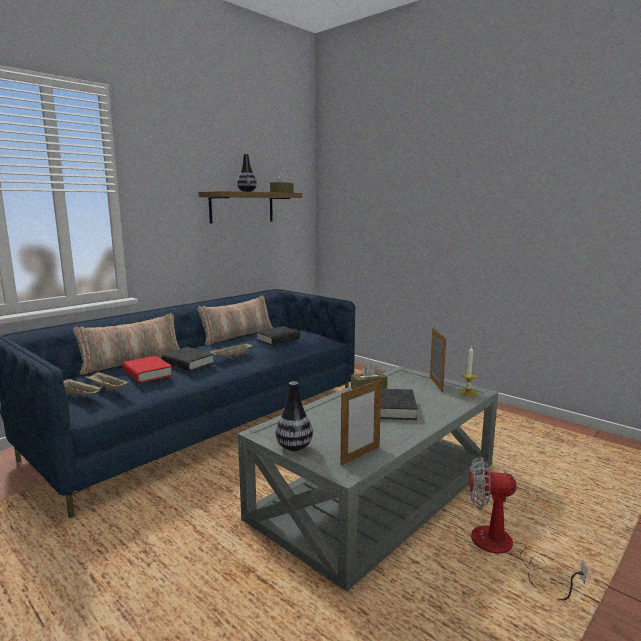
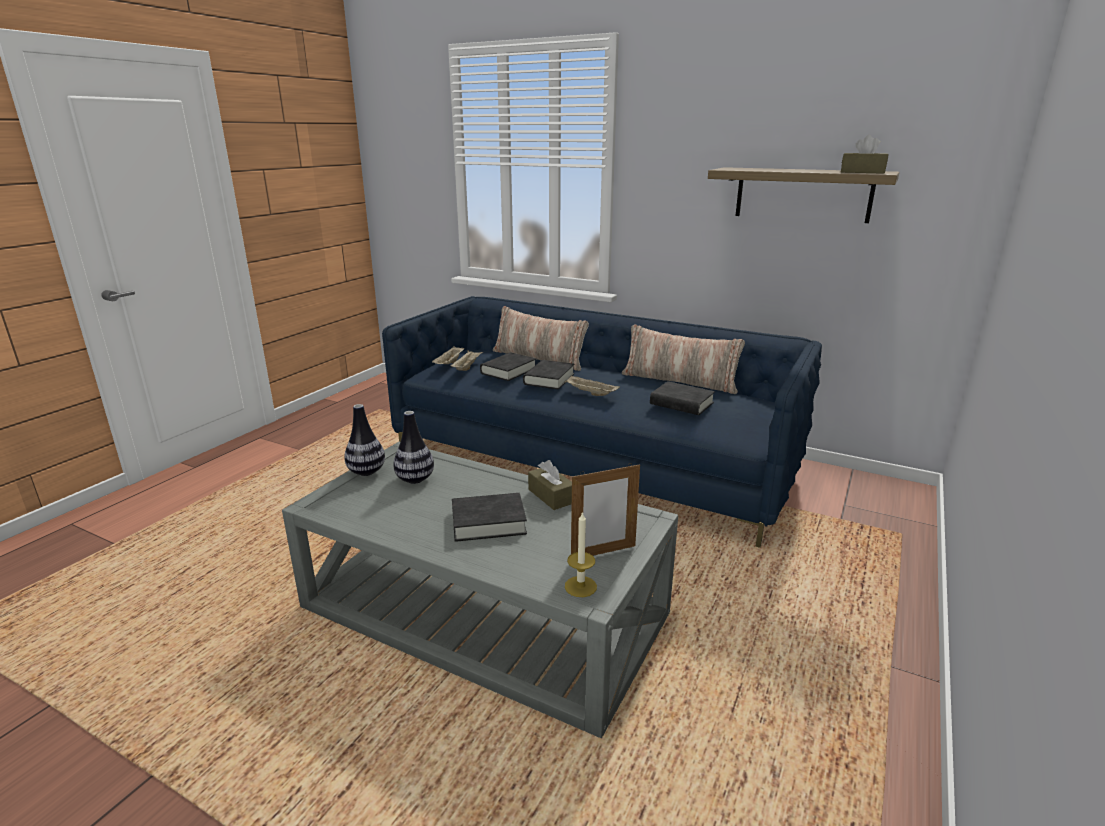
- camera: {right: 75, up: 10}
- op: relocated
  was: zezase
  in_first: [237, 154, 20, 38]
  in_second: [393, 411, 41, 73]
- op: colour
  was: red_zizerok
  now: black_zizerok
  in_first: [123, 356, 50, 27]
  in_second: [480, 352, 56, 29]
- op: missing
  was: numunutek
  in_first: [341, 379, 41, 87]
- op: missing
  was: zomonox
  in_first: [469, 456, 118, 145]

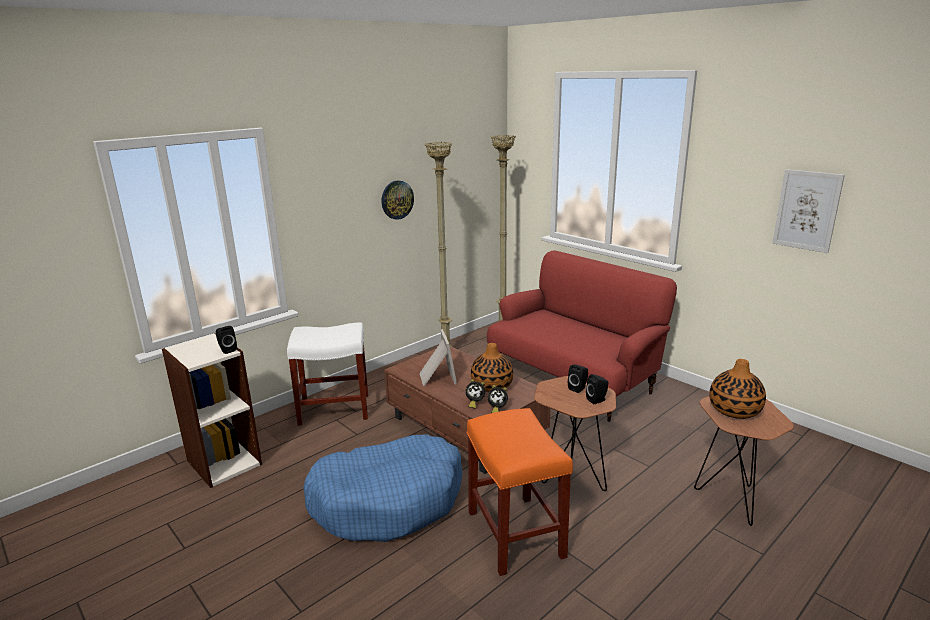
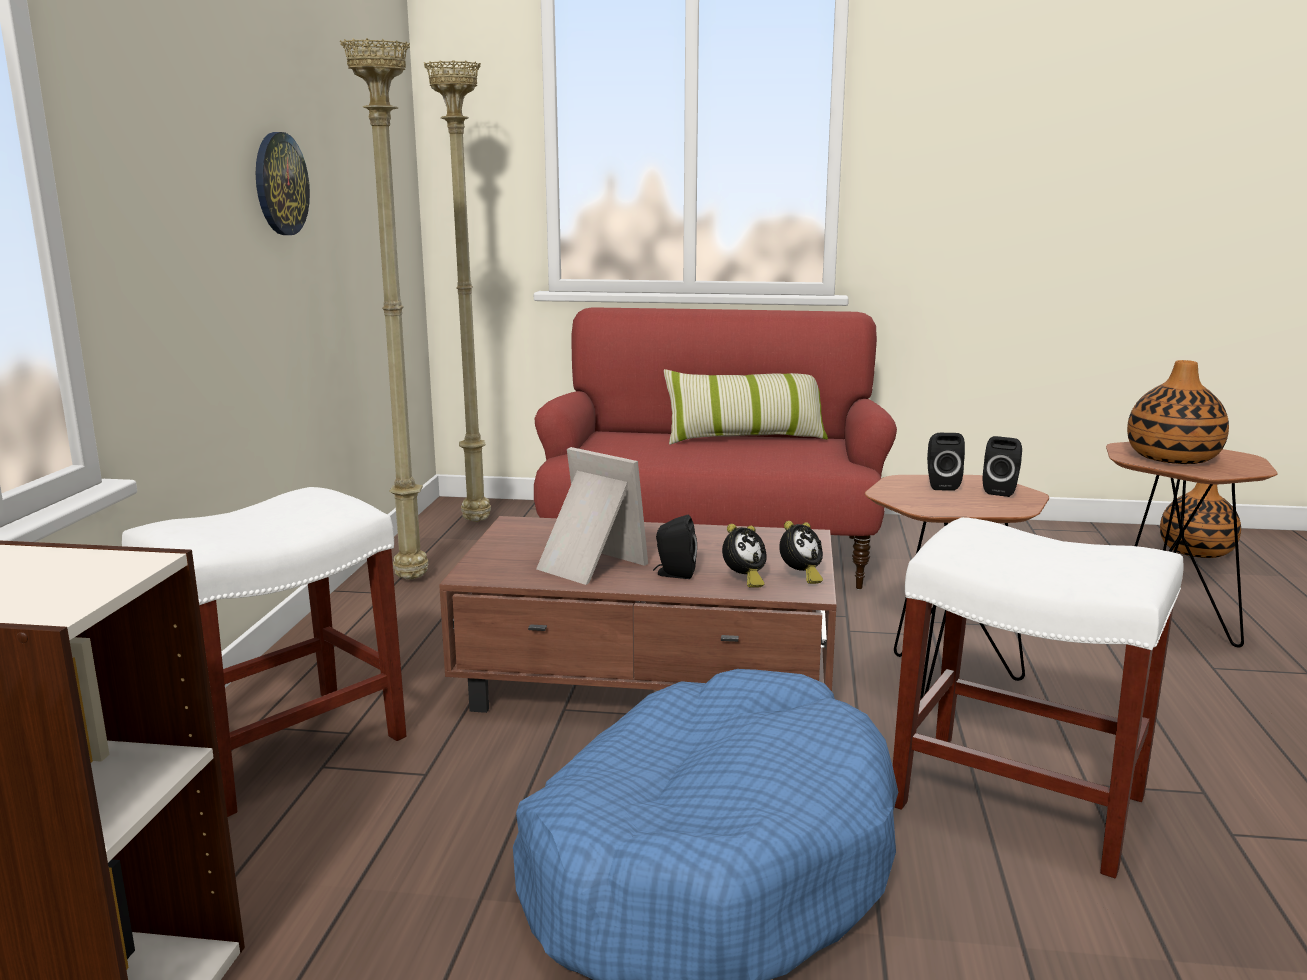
- camera: {right: -40, up: -5}
- op: missing
  was: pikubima
  in_first: [772, 169, 73, 84]
- op: relocated
  was: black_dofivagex
  in_first: [216, 326, 21, 28]
  in_second: [653, 515, 44, 64]
- op: relocated
  was: zezase
  in_first: [471, 343, 42, 49]
  in_second: [1160, 483, 81, 75]
- op: colour
  was: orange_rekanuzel
  now: white_rekanuzel
  in_first: [466, 408, 107, 168]
  in_second: [893, 517, 291, 361]
- op: appeared
  now: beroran
  in_second: [664, 369, 164, 76]

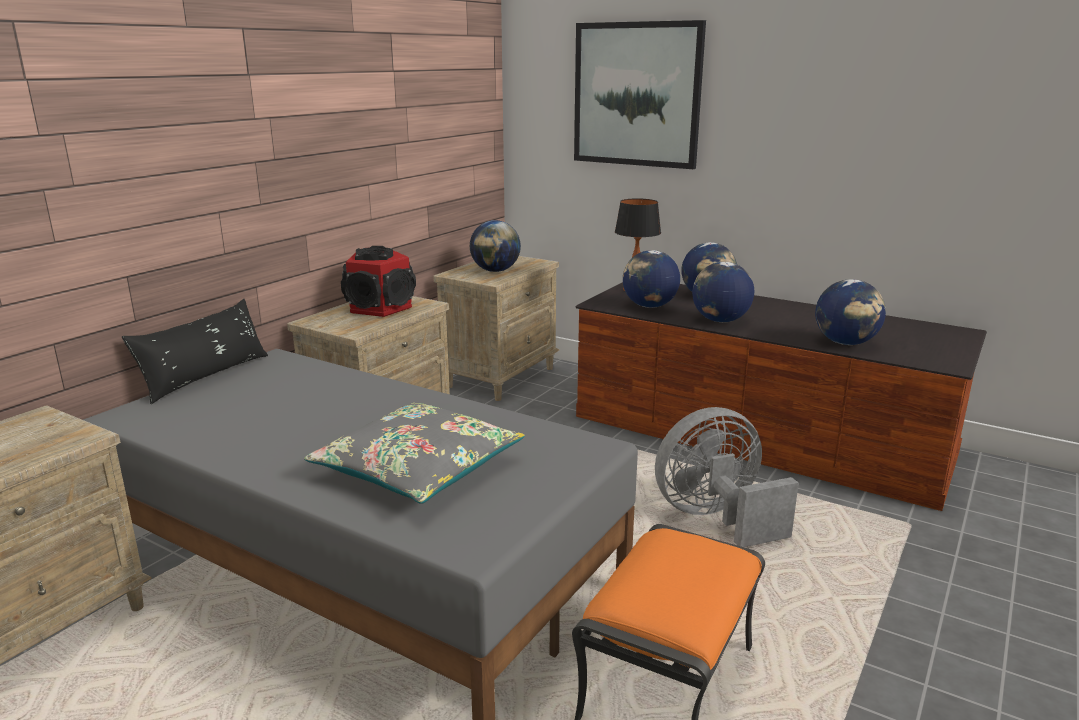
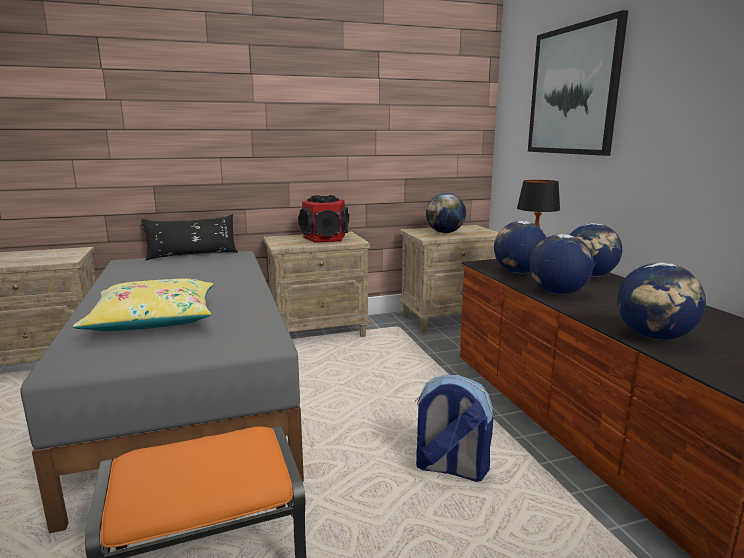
- camera: {right: 40, up: -5}
- op: colour
  was: grey_beroran
  now: yellow_beroran
  in_first: [304, 403, 221, 101]
  in_second: [72, 279, 142, 52]
- op: exchanged
  was: grey_zomonox
  now: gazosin
  in_first: [655, 407, 144, 140]
  in_second: [415, 375, 78, 107]

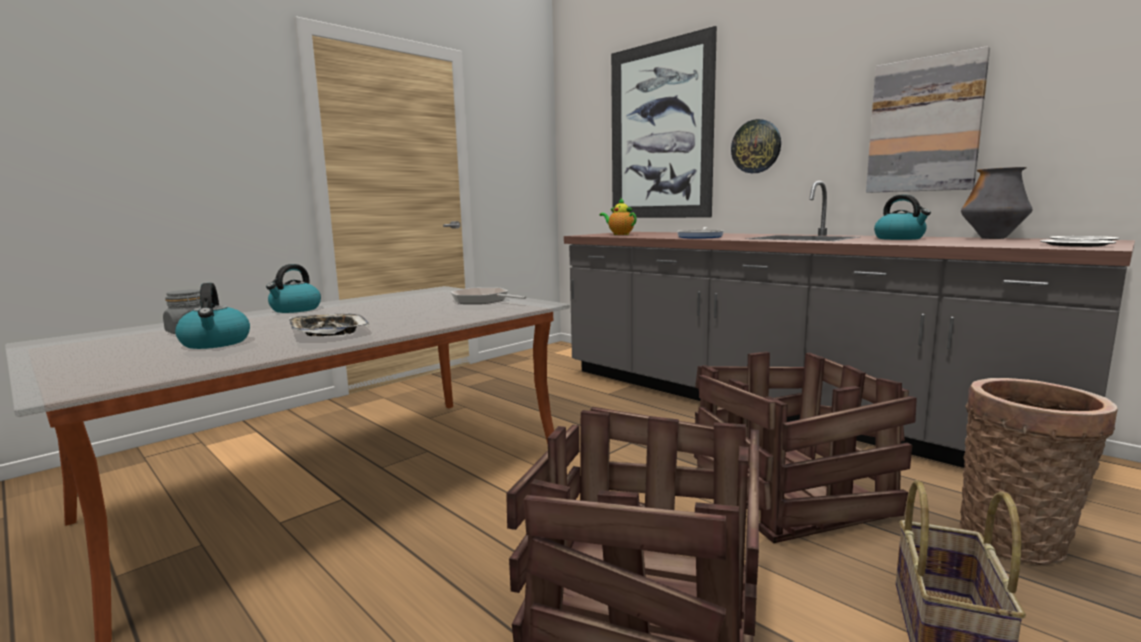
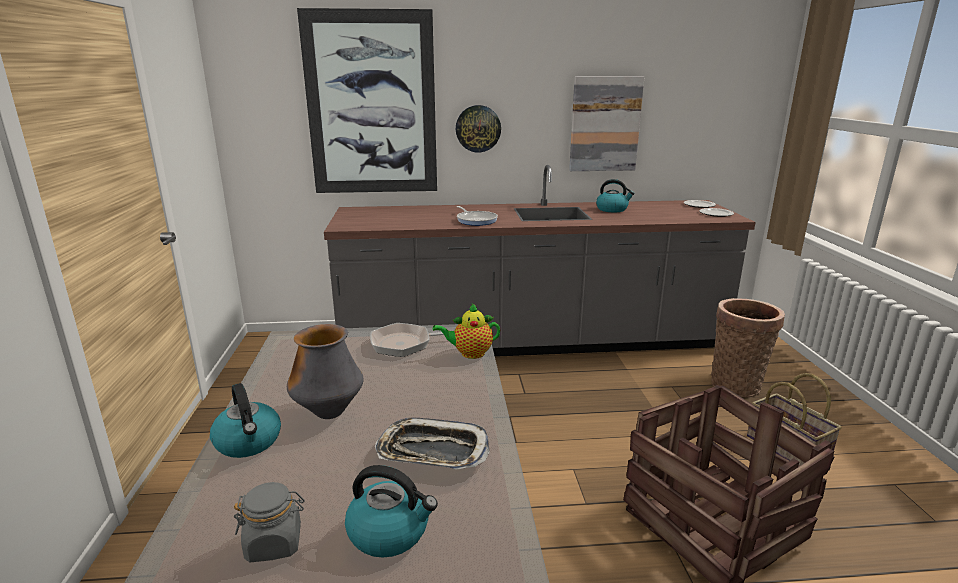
- camera: {right: -50, up: 10}
- op: relocated
  was: zezase
  in_first: [961, 167, 71, 72]
  in_second: [287, 324, 77, 95]
- op: relocated
  was: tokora
  in_first: [600, 198, 37, 37]
  in_second: [433, 303, 67, 56]
- op: missing
  was: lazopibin
  in_first: [694, 351, 223, 192]

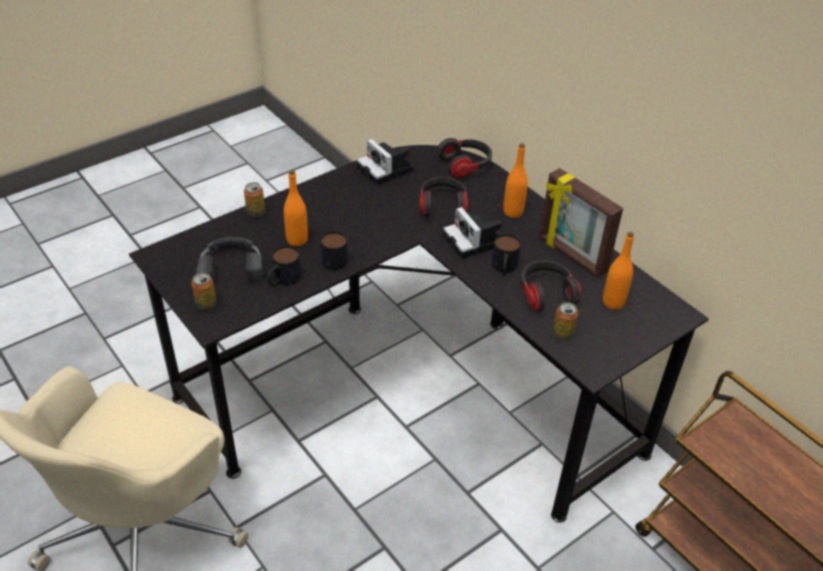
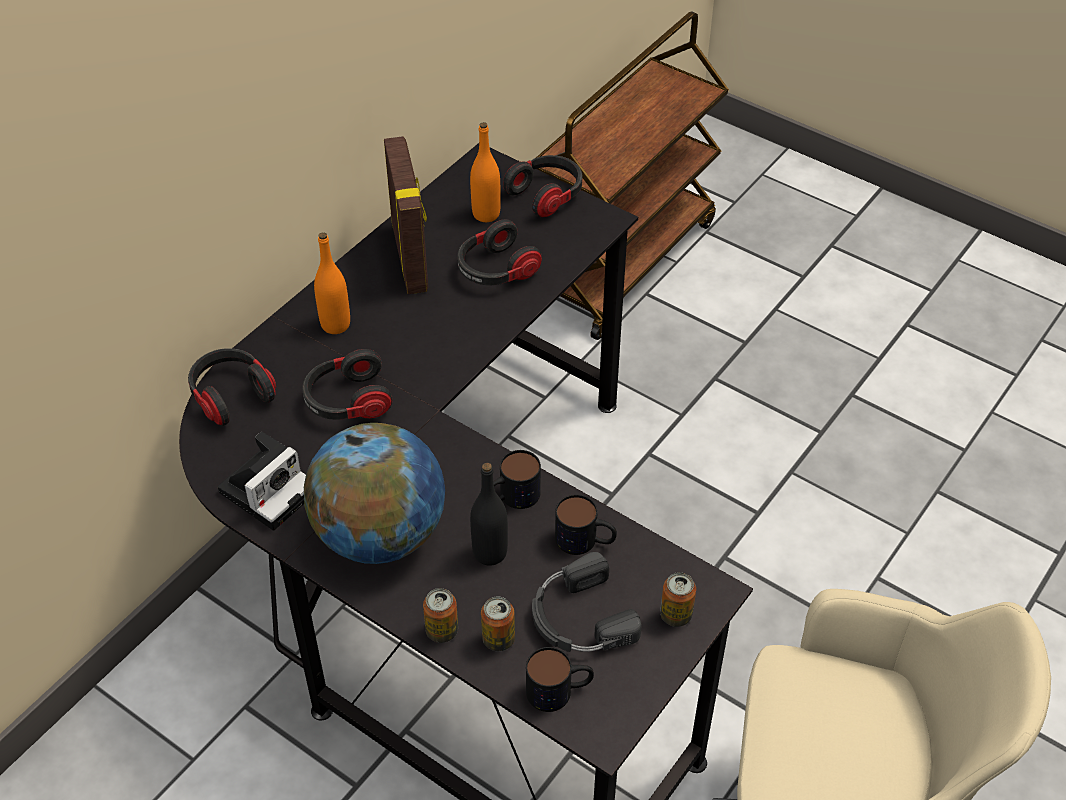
- camera: {right: -105, up: 5}
- op: spun
  was: numunutek
  in_first: [539, 168, 84, 110]
  in_second: [384, 136, 44, 158]
  clockwise: -45
- op: colour
  was: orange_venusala
  now: black_venusala
  in_first: [284, 170, 24, 76]
  in_second: [470, 463, 38, 103]
- op: missing
  was: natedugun
  in_first: [443, 207, 58, 52]
- op: relocated
  was: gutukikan
  in_first: [492, 234, 29, 42]
  in_second: [526, 647, 68, 65]
- op: relocated
  was: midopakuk
  in_first: [553, 302, 25, 38]
  in_second: [481, 596, 34, 55]
- op: appeared
  now: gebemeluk
  in_second: [503, 155, 79, 63]
- op: appeared
  now: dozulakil
  in_second: [304, 423, 141, 141]

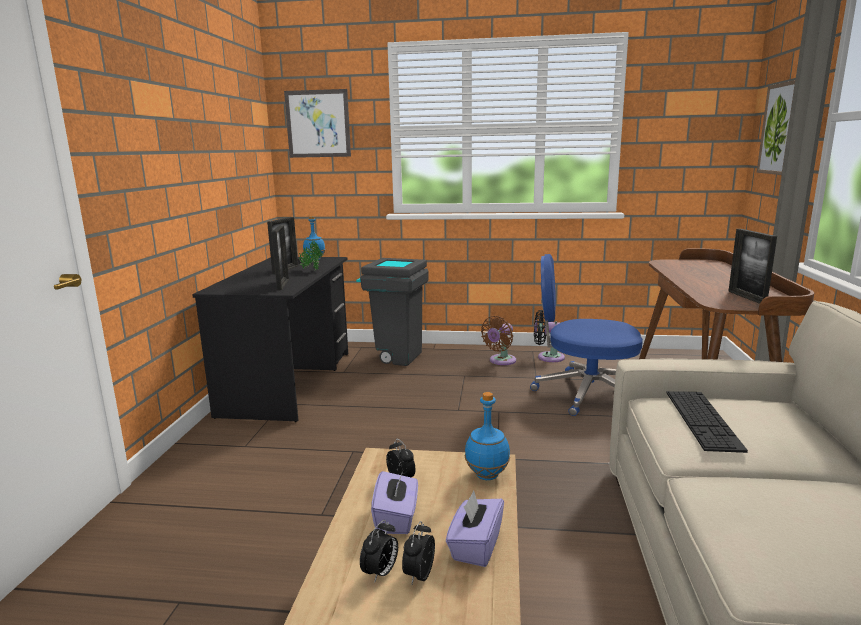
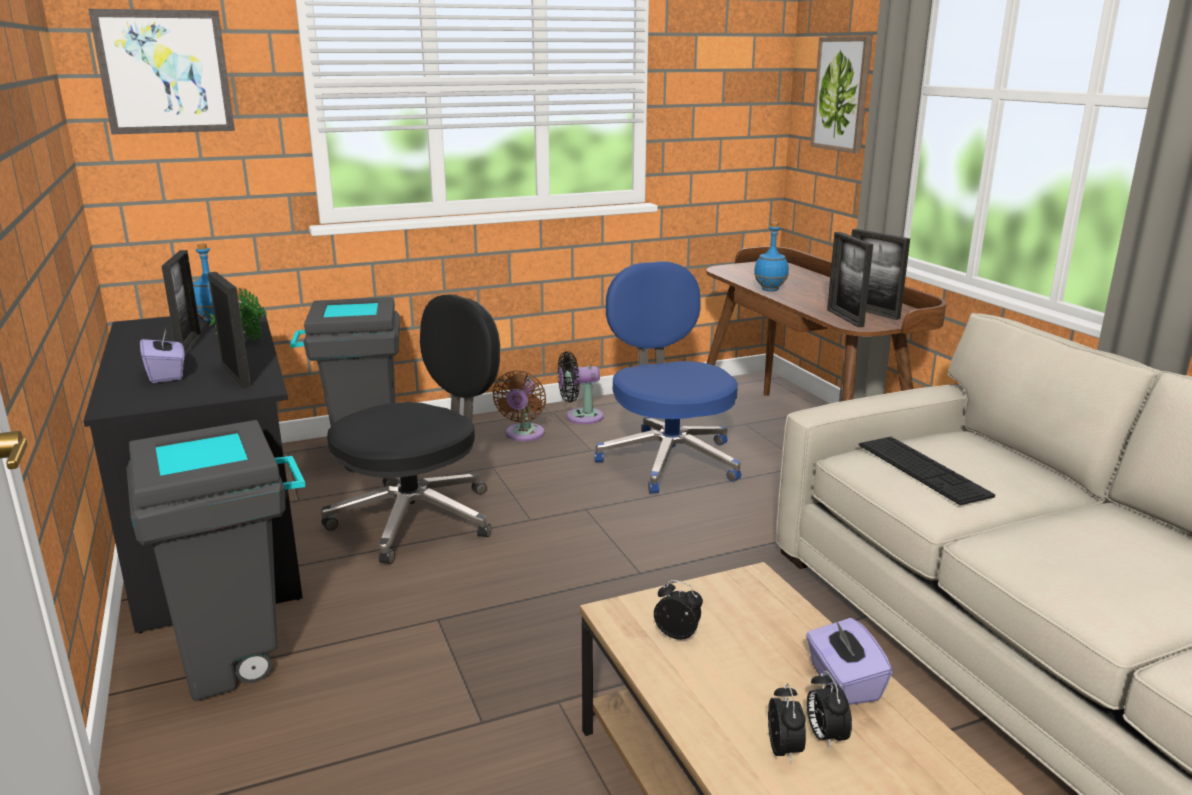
- camera: {right: -30, up: 5}
- op: spun
  was: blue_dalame
  in_first: [530, 254, 113, 162]
  in_second: [594, 261, 147, 233]
  clockwise: 90
- op: relocated
  was: blue_venusala
  in_first: [465, 392, 45, 88]
  in_second: [754, 222, 35, 69]
- op: relocated
  was: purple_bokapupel
  in_first: [371, 469, 47, 65]
  in_second: [140, 329, 45, 54]
- op: appeared
  now: numunutek
  in_second: [827, 232, 46, 95]
- op: appeared
  now: black_dalame
  in_second: [321, 294, 179, 270]
- op: appeared
  now: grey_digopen
  in_second: [126, 420, 179, 281]

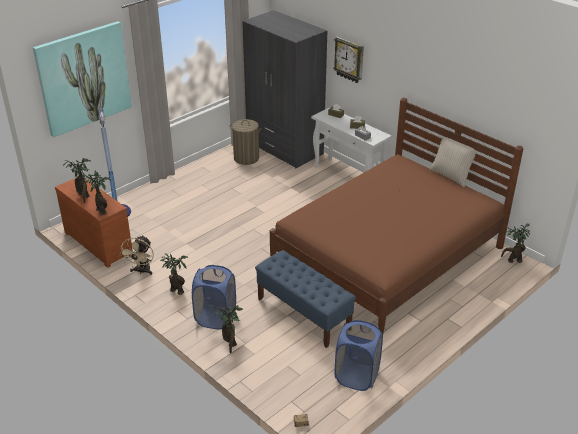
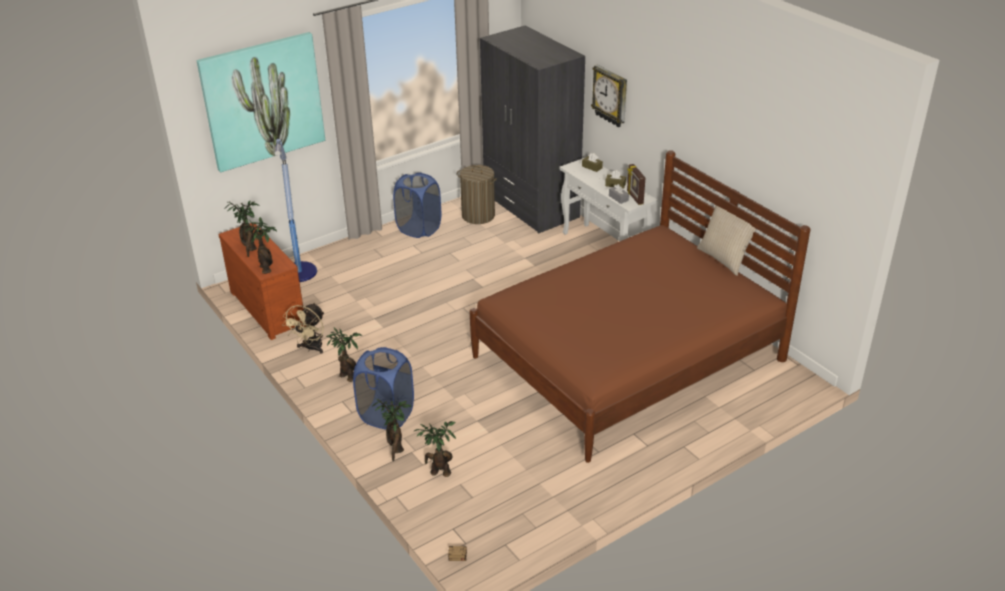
- camera: {right: 10, up: 0}
- op: relocated
  was: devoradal
  in_first: [501, 223, 29, 40]
  in_second: [414, 421, 42, 56]
- op: missing
  was: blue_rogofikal
  in_first: [255, 250, 101, 98]
- op: relocated
  was: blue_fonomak
  in_first: [335, 320, 48, 71]
  in_second: [393, 173, 48, 65]
- op: appeared
  now: numunutek
  in_second: [627, 164, 18, 41]

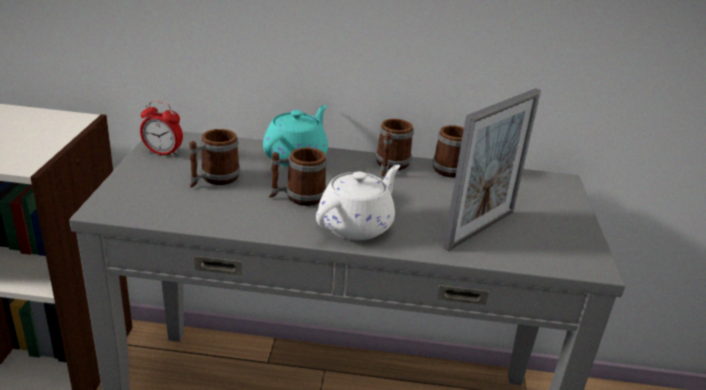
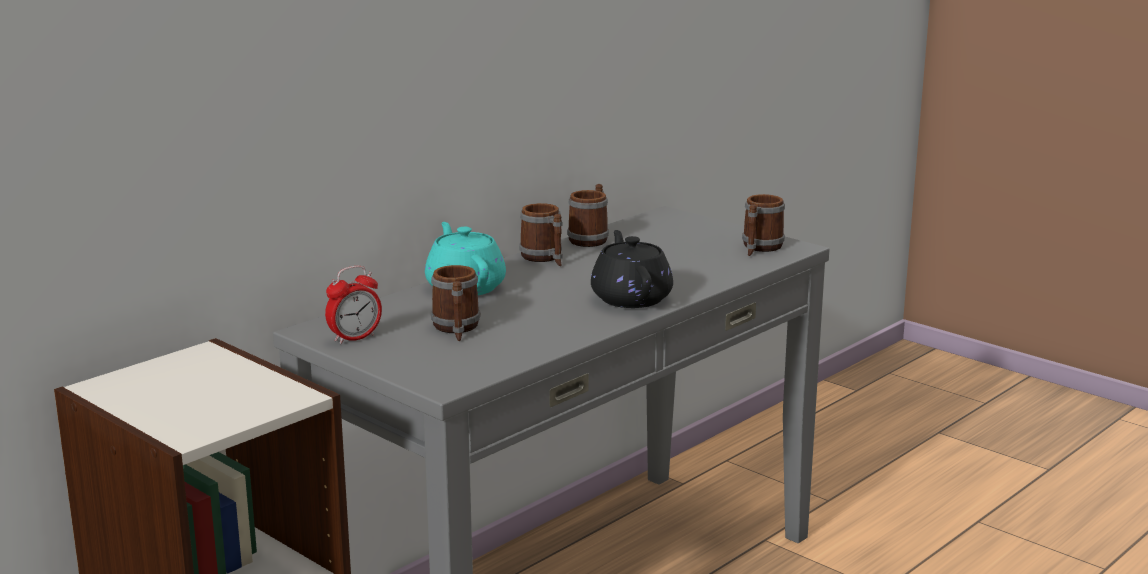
- camera: {right: -50, up: -10}
- op: missing
  was: numunutek
  in_first: [443, 88, 98, 163]
- op: relocated
  was: gutukikan
  in_first: [269, 147, 58, 59]
  in_second: [742, 194, 43, 62]
- op: colour
  was: white_tokora
  now: black_tokora
  in_first: [316, 165, 84, 75]
  in_second: [591, 230, 82, 78]

